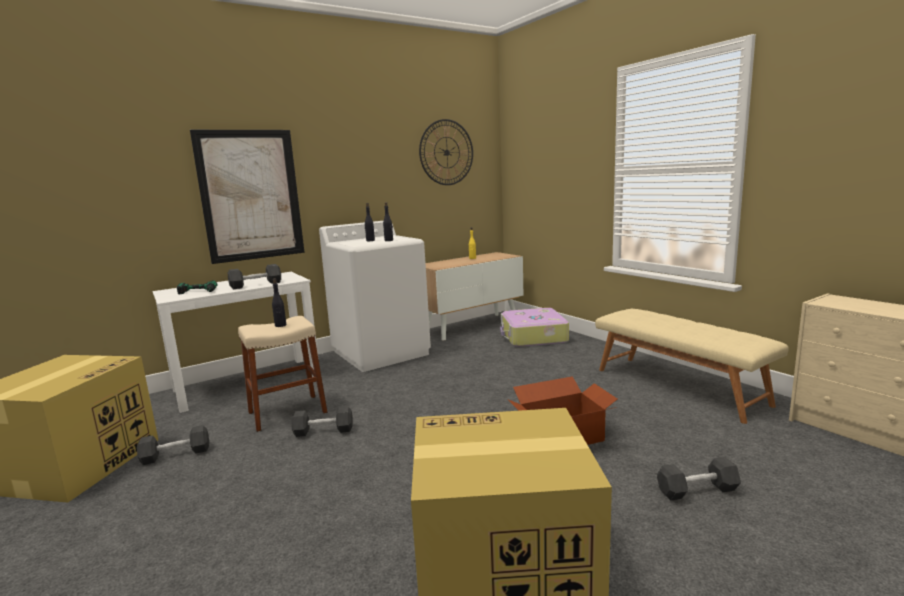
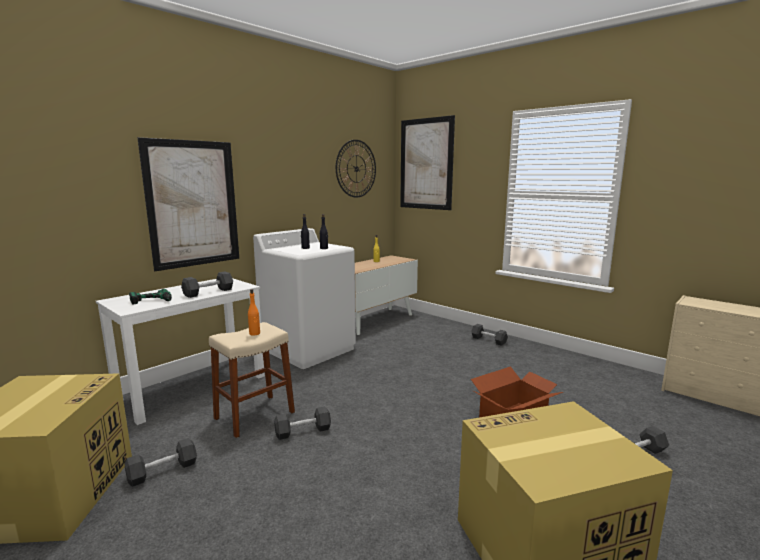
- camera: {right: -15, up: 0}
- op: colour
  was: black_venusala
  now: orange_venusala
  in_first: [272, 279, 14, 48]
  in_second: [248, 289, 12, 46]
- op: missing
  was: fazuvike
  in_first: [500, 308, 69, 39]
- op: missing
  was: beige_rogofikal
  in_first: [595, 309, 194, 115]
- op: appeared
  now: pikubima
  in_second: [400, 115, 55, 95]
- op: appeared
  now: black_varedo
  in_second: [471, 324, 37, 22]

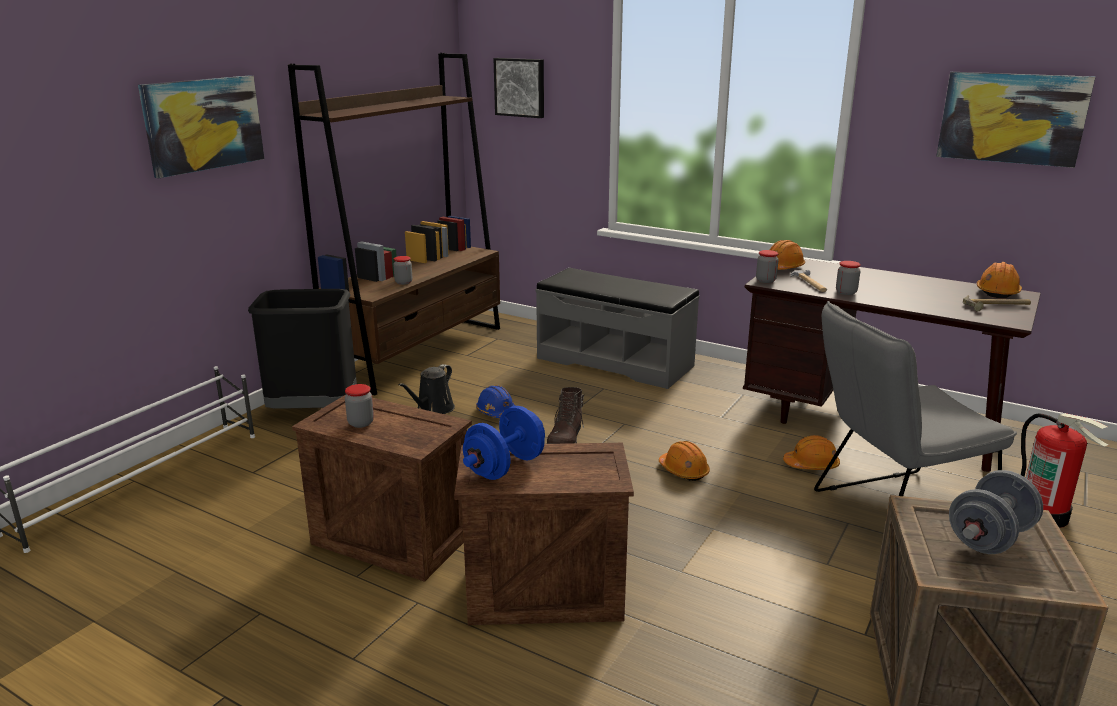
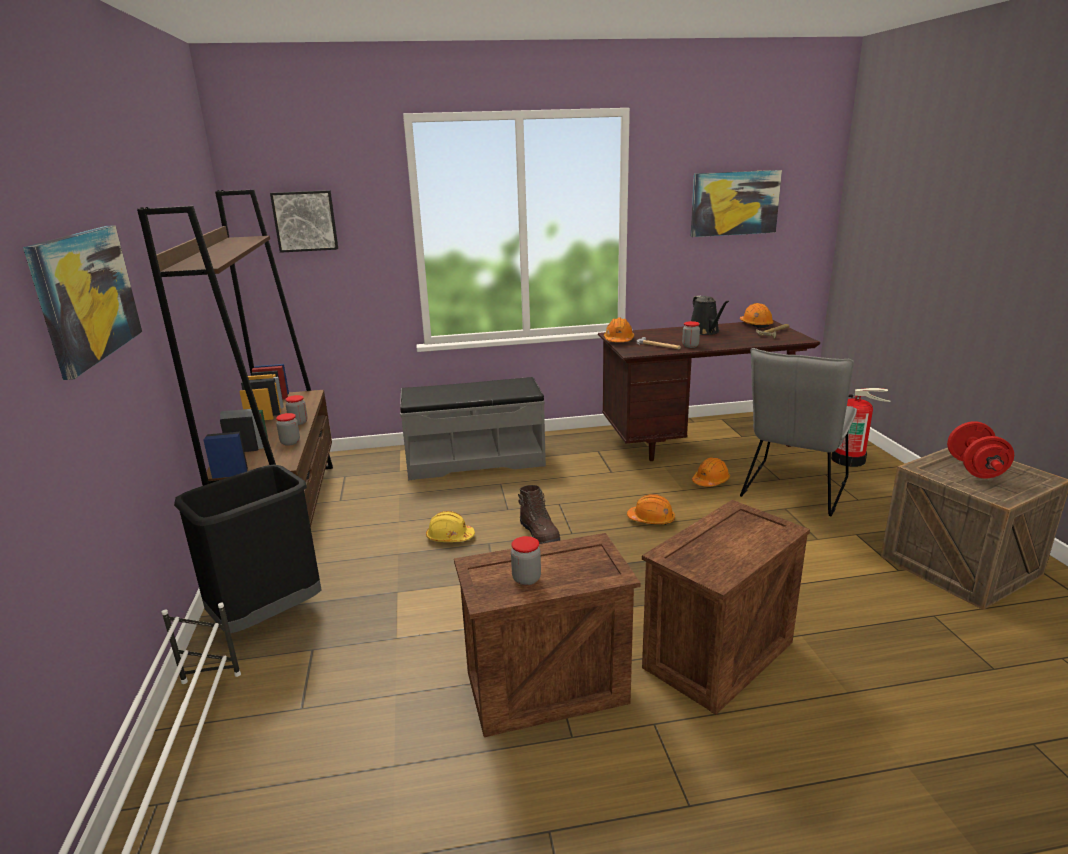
- camera: {right: -40, up: 0}
- op: relocated
  was: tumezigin
  in_first: [756, 250, 23, 33]
  in_second: [285, 395, 22, 30]
- op: relocated
  was: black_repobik
  in_first: [399, 364, 56, 50]
  in_second: [691, 296, 38, 39]
- op: colour
  was: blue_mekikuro
  now: yellow_mekikuro
  in_first: [476, 385, 40, 33]
  in_second: [426, 511, 49, 31]
- op: missing
  was: blue_varedo
  in_first: [463, 406, 82, 74]
- op: colour
  was: grey_varedo
  now: red_varedo
  in_first: [949, 470, 94, 84]
  in_second: [947, 421, 67, 58]

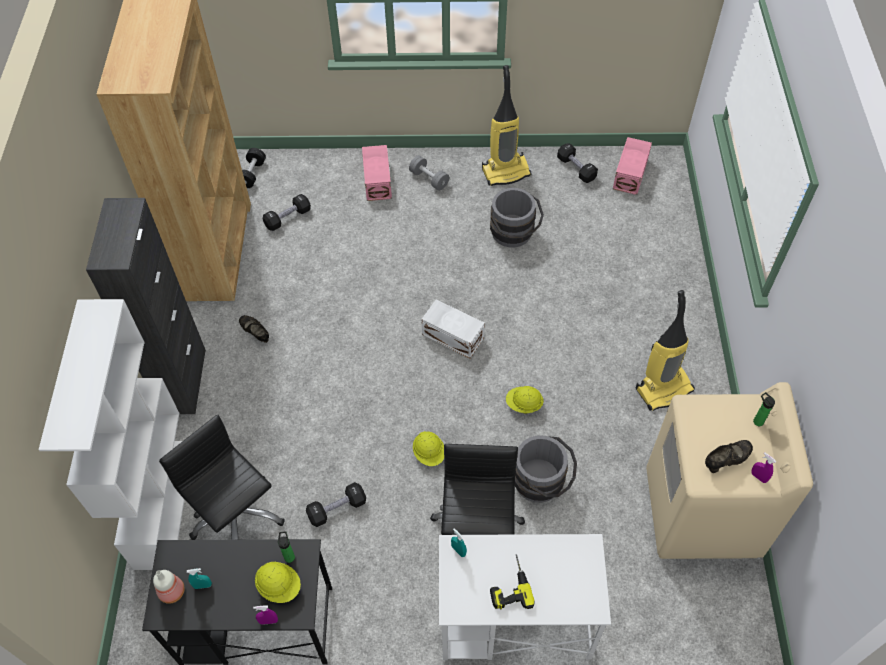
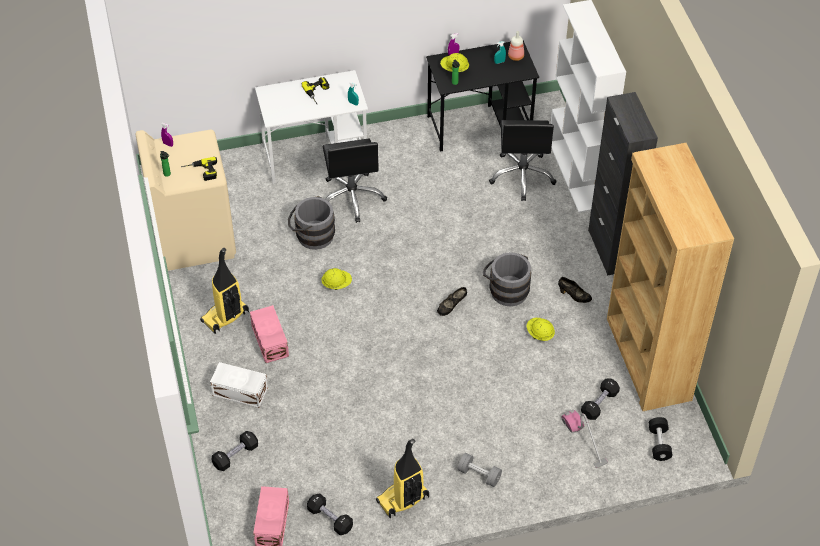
- camera: {right: 165, up: -5}
- op: relocated
  was: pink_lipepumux
  in_first: [362, 145, 30, 56]
  in_second: [250, 305, 39, 58]
- op: relocated
  was: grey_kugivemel
  in_first: [490, 188, 54, 60]
  in_second: [483, 252, 48, 54]
- op: relocated
  was: white_lipepumux
  in_first: [421, 300, 64, 58]
  in_second: [210, 362, 58, 46]
- op: spun
  was: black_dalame
  in_first: [159, 415, 126, 125]
  in_second: [489, 120, 68, 81]
  clockwise: 60
- op: relocated
  was: yellow_mekikuro
  in_first: [413, 431, 31, 35]
  in_second: [527, 318, 28, 23]
- op: relocated
  was: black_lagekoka
  in_first: [705, 440, 48, 33]
  in_second: [437, 287, 30, 29]
- op: relocated
  was: black_varedo
  in_first: [306, 482, 60, 45]
  in_second: [212, 431, 46, 40]
- op: appeared
  now: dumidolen
  in_second: [181, 157, 36, 24]
- op: appeared
  now: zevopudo
  in_second: [561, 410, 47, 58]

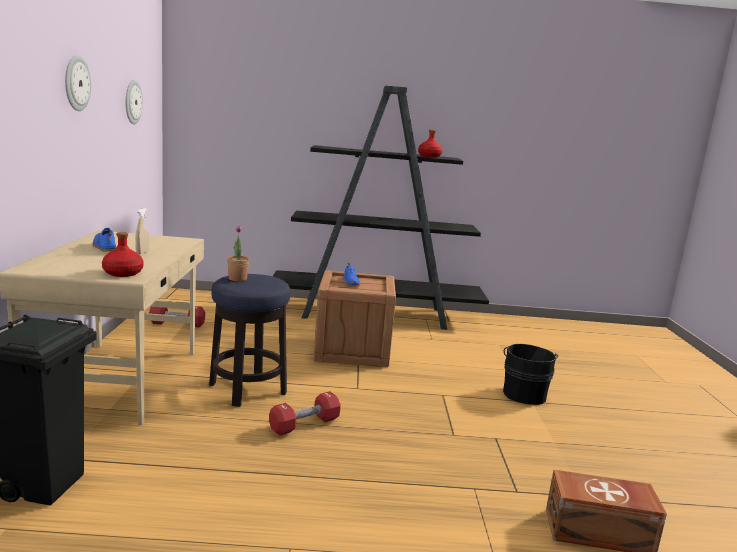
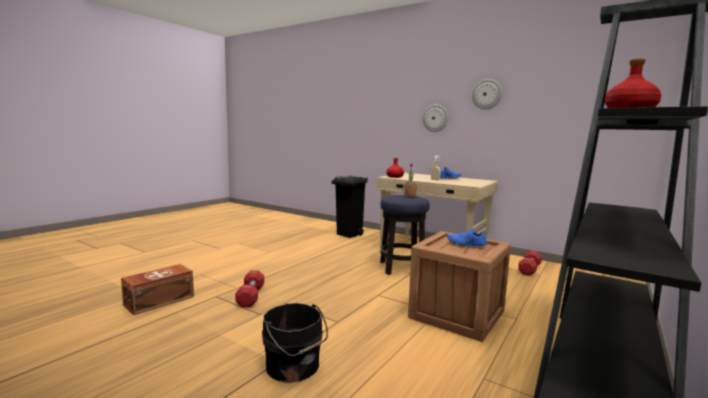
- camera: {right: 125, up: -5}
- op: relocated
  was: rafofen
  in_first: [125, 80, 18, 44]
  in_second: [423, 104, 25, 28]
- op: relocated
  was: red_varedo
  in_first: [269, 391, 72, 45]
  in_second: [235, 270, 29, 37]

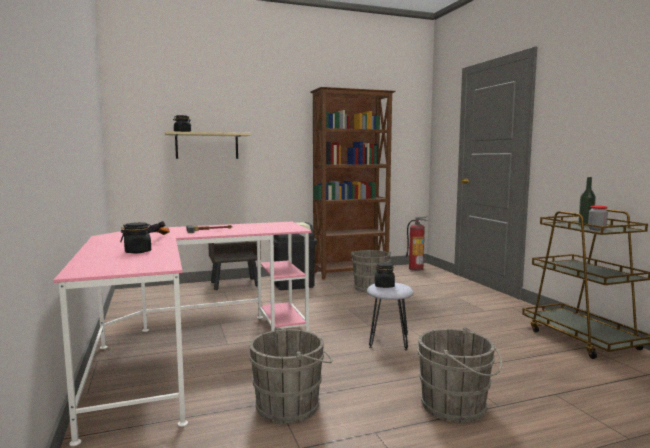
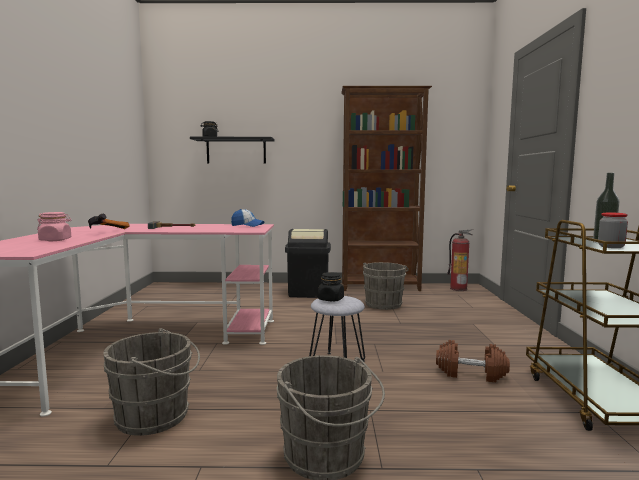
- camera: {right: 20, up: 0}
- op: colour
  was: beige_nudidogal
  now: black_nudidogal
  in_first: [165, 131, 86, 28]
  in_second: [190, 137, 85, 27]
- op: colour
  was: black_tumezigin
  now: pink_tumezigin
  in_first: [120, 222, 34, 31]
  in_second: [37, 212, 34, 29]
- op: missing
  was: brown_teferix
  in_first: [208, 240, 53, 50]
- op: appeared
  now: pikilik
  in_second: [231, 209, 33, 18]
- op: appeared
  now: brown_varedo
  in_second: [436, 340, 74, 42]

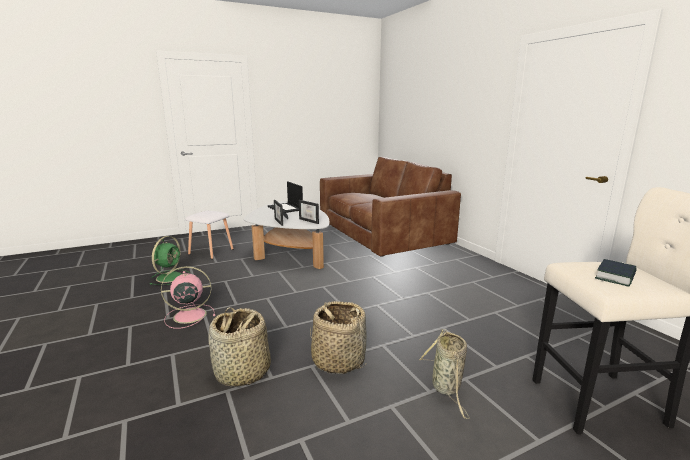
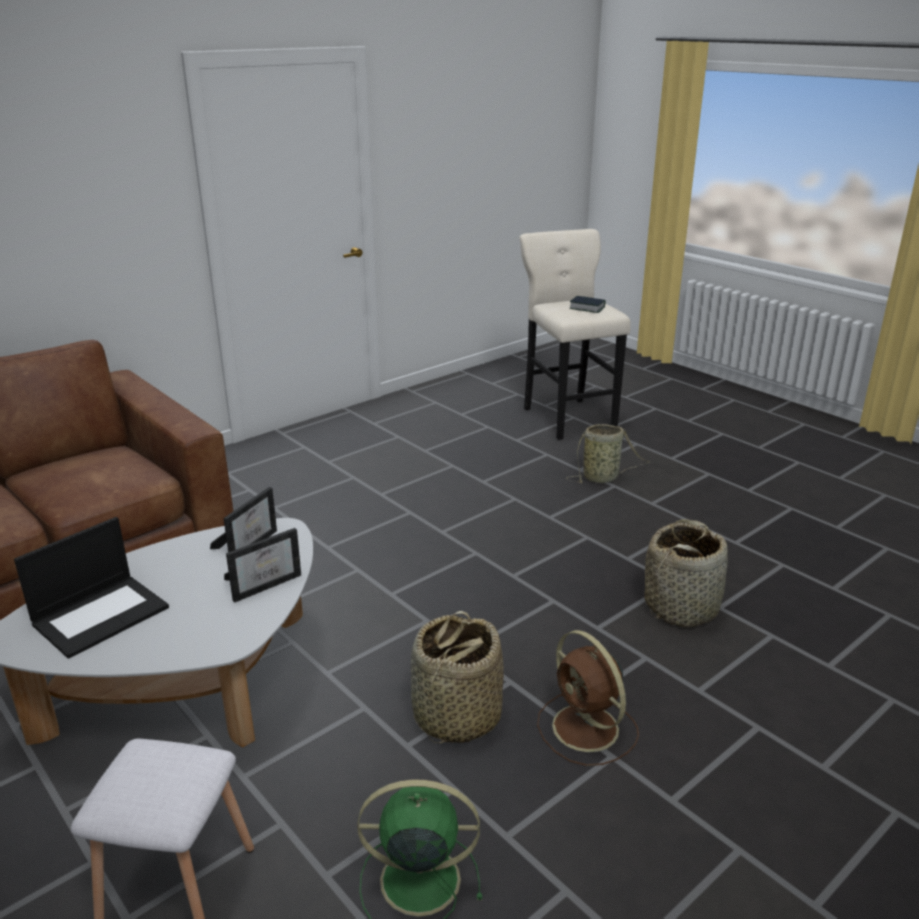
- camera: {right: -105, up: 10}
- op: colour
  was: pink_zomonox
  now: brown_zomonox
  in_first: [161, 266, 54, 63]
  in_second: [537, 630, 102, 136]
- op: relocated
  was: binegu
  in_first: [310, 301, 57, 73]
  in_second: [411, 611, 93, 132]

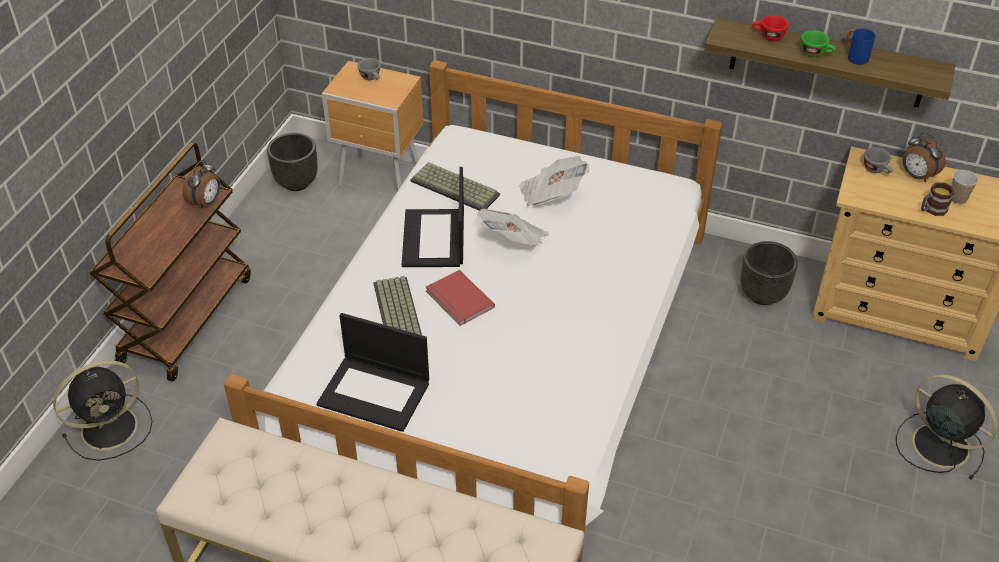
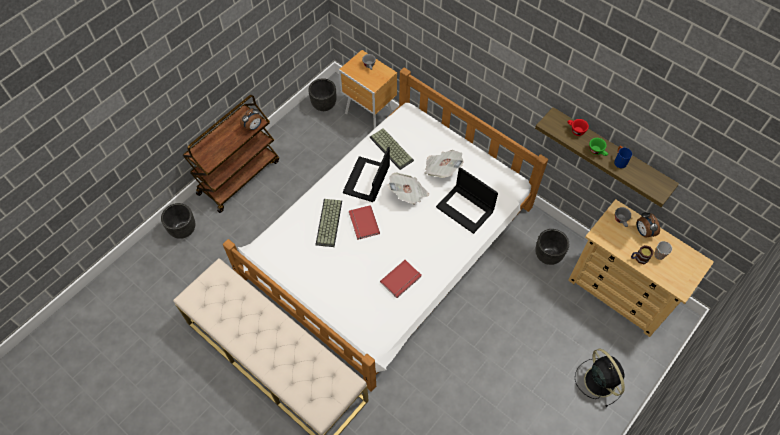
- camera: {right: 20, up: 15}
- op: relocated
  was: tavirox
  in_first: [317, 313, 112, 119]
  in_second: [436, 167, 62, 67]
- op: exchanged
  was: black_zomonox
  now: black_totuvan
  in_first: [53, 360, 99, 101]
  in_second: [161, 203, 34, 36]
- op: appeared
  now: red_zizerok
  in_second: [380, 260, 42, 38]

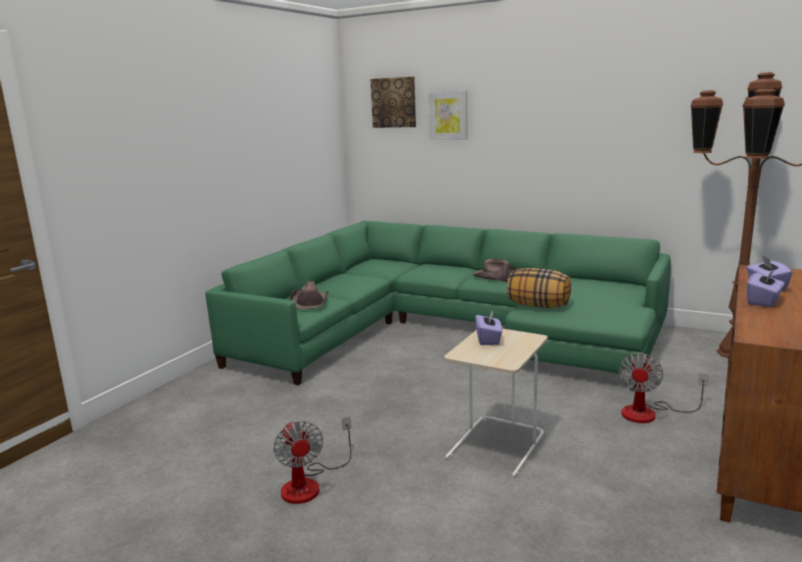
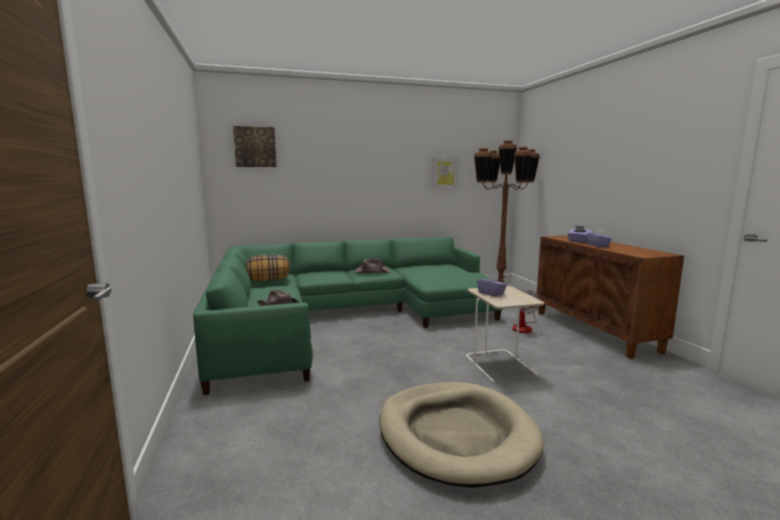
- camera: {right: -45, up: -5}
- op: relocated
  was: pikubima
  in_first: [428, 91, 40, 49]
  in_second: [432, 157, 27, 33]
- op: relocated
  was: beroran
  in_first: [507, 268, 64, 40]
  in_second: [246, 255, 44, 26]
- op: exchanged
  was: zomonox
  now: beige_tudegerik
  in_first: [273, 416, 78, 88]
  in_second: [379, 382, 165, 106]

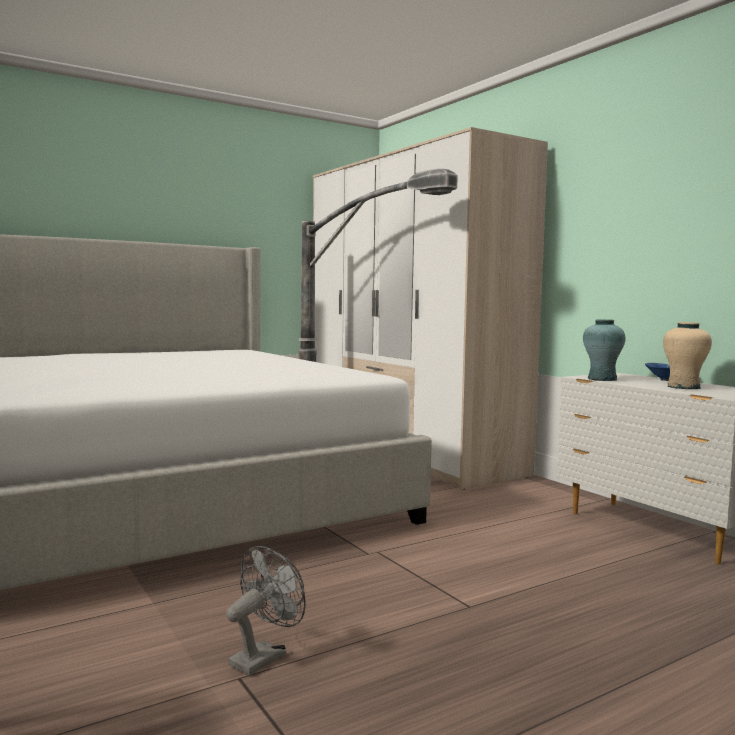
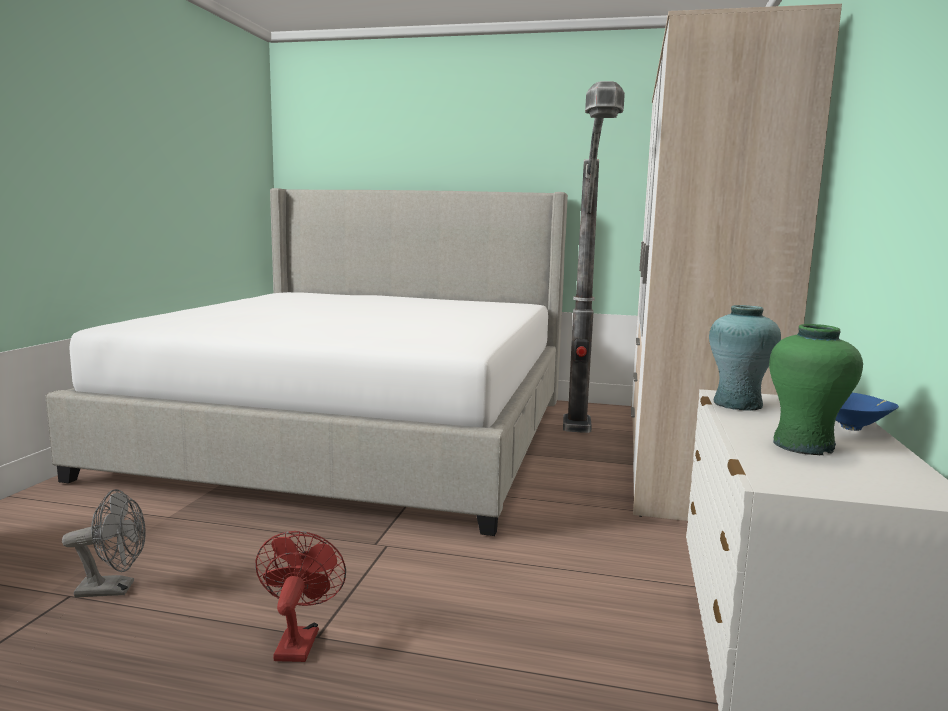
- camera: {right: 45, up: 5}
- op: colour
  was: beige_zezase
  now: green_zezase
  in_first: [663, 322, 49, 67]
  in_second: [769, 324, 94, 131]
- op: appeared
  now: red_zomonox
  in_second: [255, 531, 91, 131]

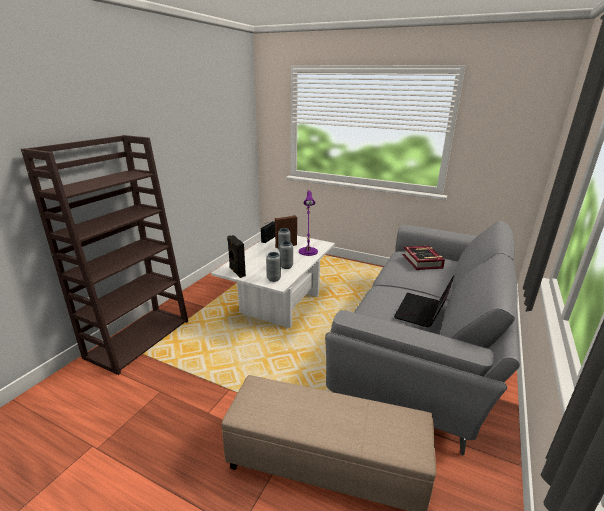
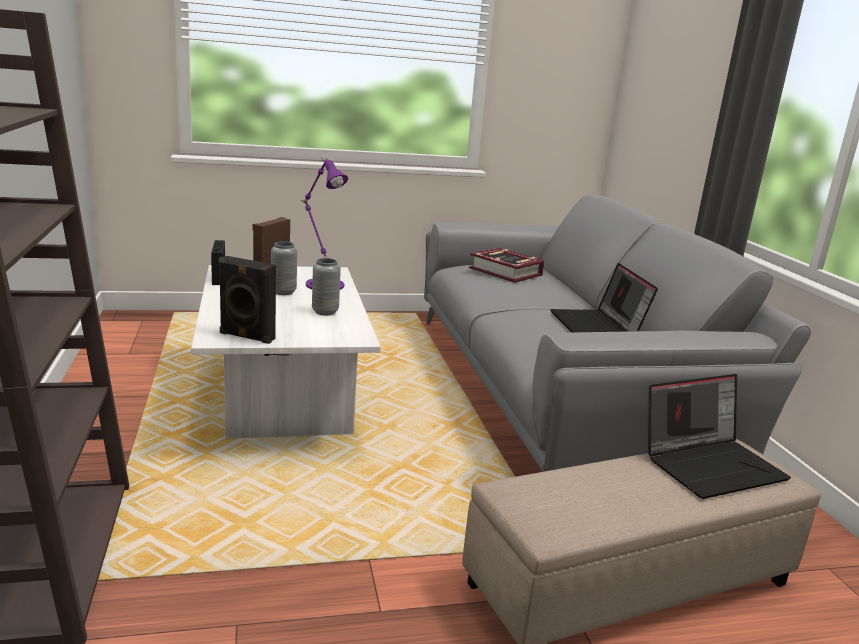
- camera: {right: -40, up: -5}
- op: missing
  was: grey_zezase
  in_first: [266, 252, 15, 30]
- op: appeared
  now: tavirox
  in_second: [648, 374, 143, 125]

